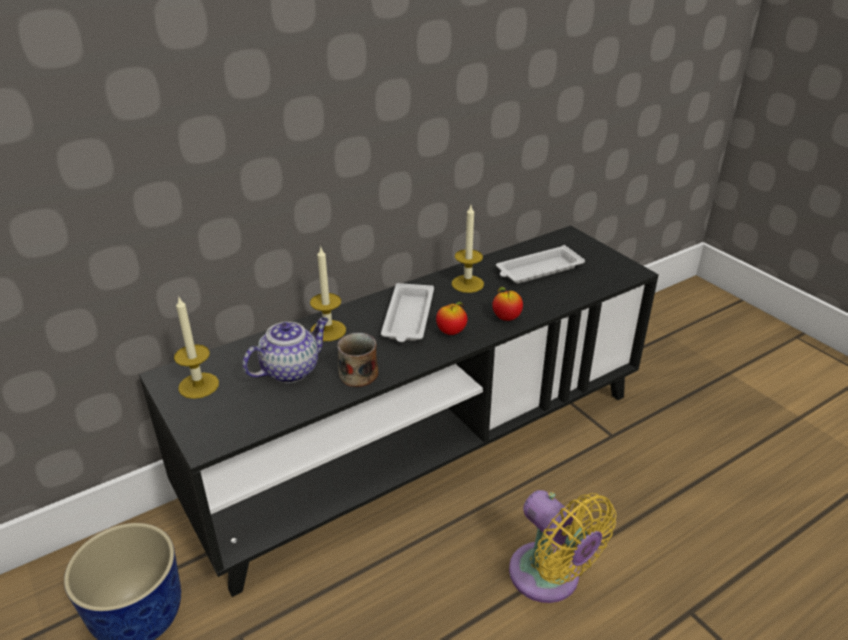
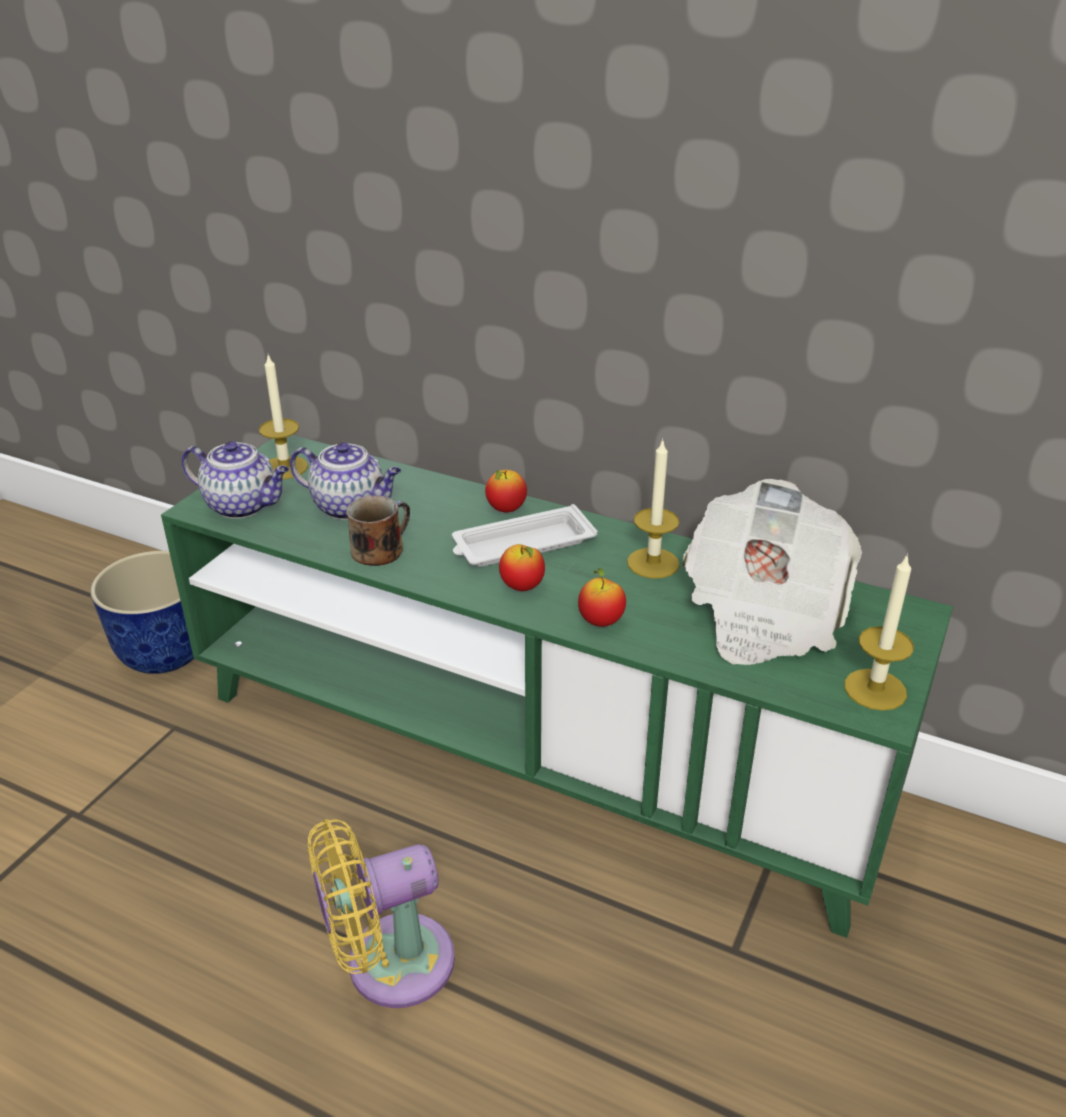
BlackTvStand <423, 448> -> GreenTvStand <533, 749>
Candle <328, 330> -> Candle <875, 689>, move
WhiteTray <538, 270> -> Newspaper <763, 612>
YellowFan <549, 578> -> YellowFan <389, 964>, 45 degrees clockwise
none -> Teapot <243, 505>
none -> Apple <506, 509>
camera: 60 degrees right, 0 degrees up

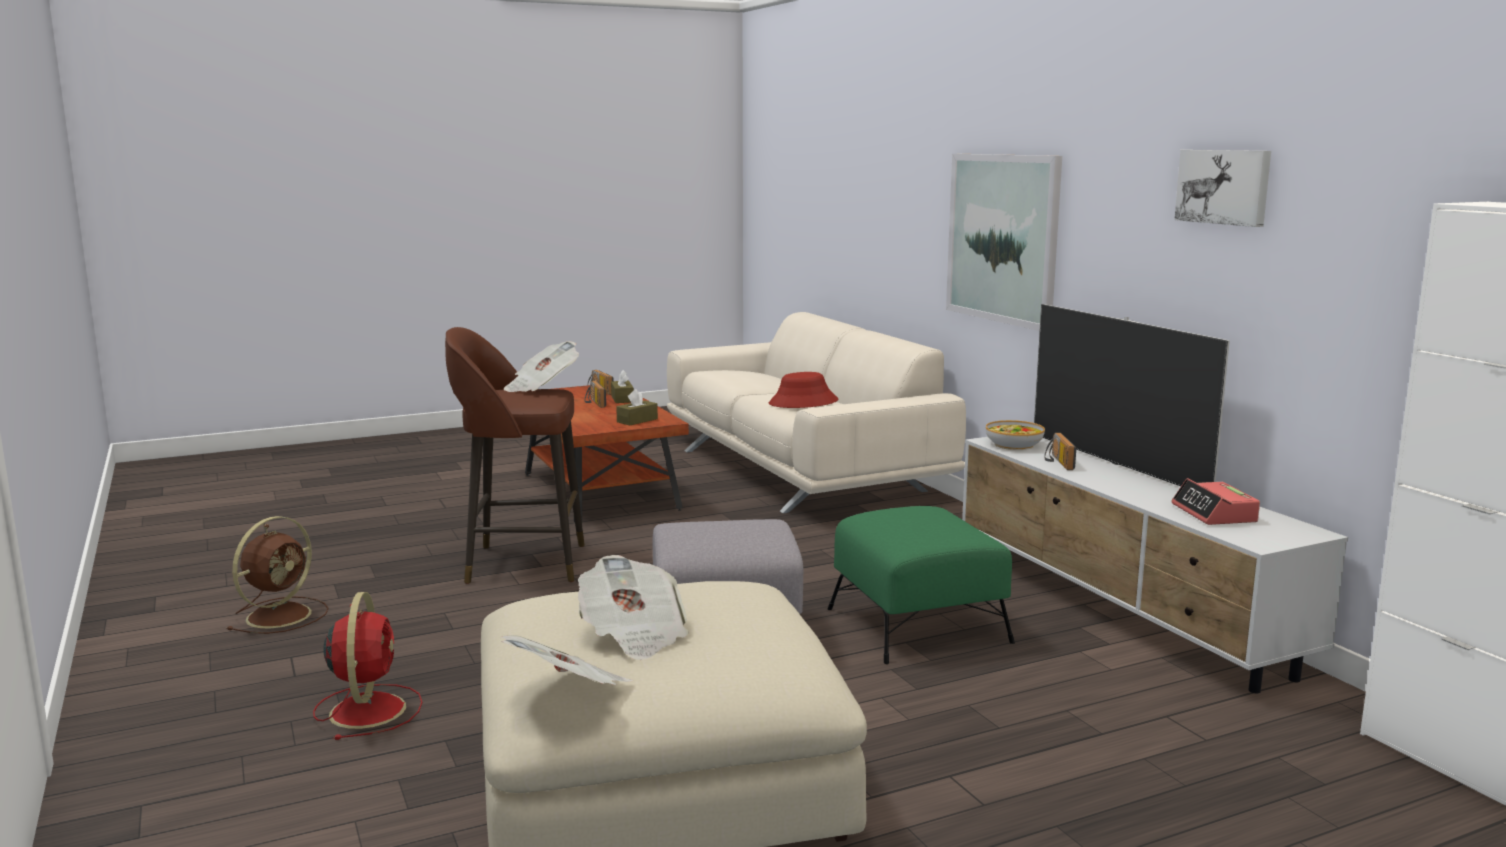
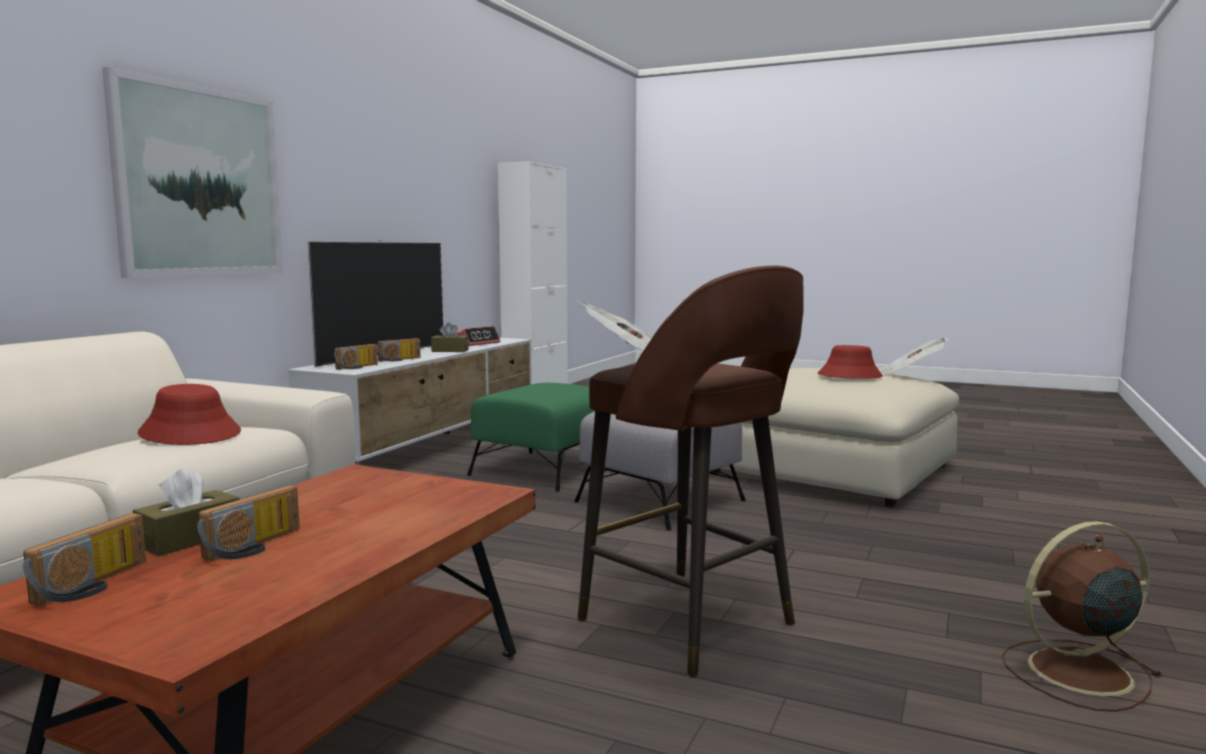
RedFan <368, 709> -> none
Newspaper <633, 635> -> RedHat <849, 376>
BrownTissueBox <637, 420> -> BrownTissueBox <450, 351>, move
Bowl <1014, 445> -> Radio <358, 367>
Picture <1224, 187> -> none
camera: 130 degrees left, 5 degrees down

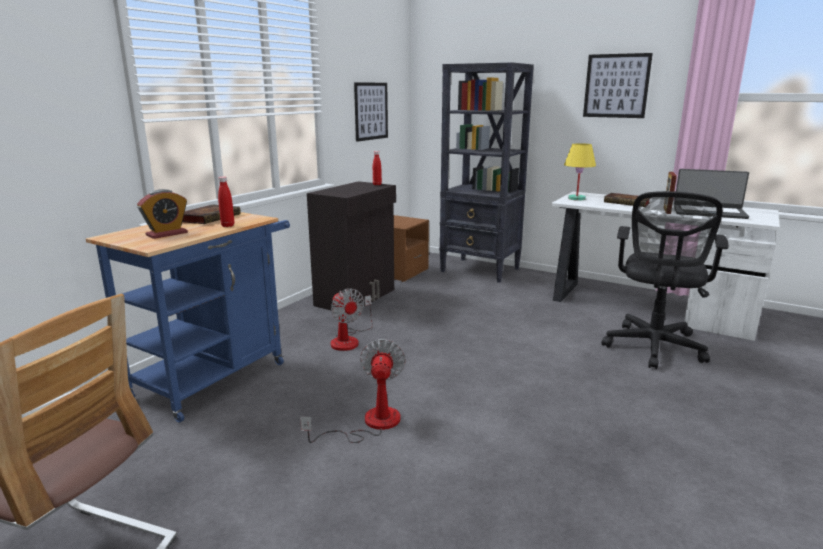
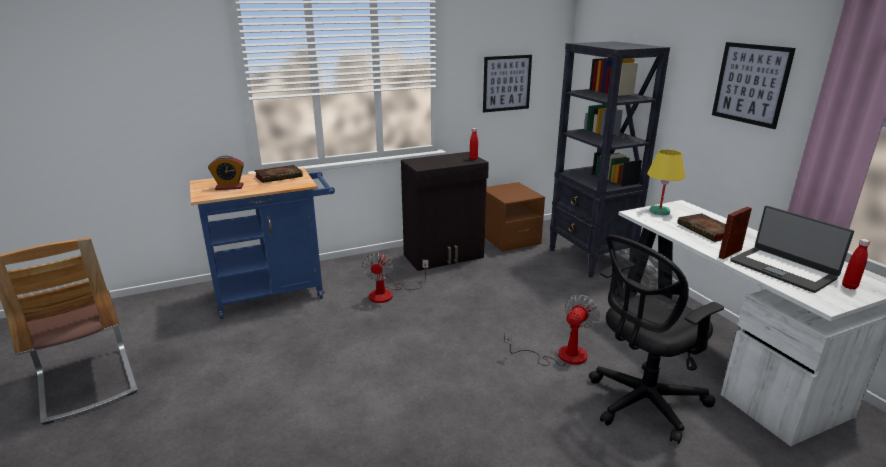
RedBottle <228, 225> -> RedBottle <849, 286>, move
Fan <370, 424> -> Fan <561, 356>, move
camera: 35 degrees right, 5 degrees up

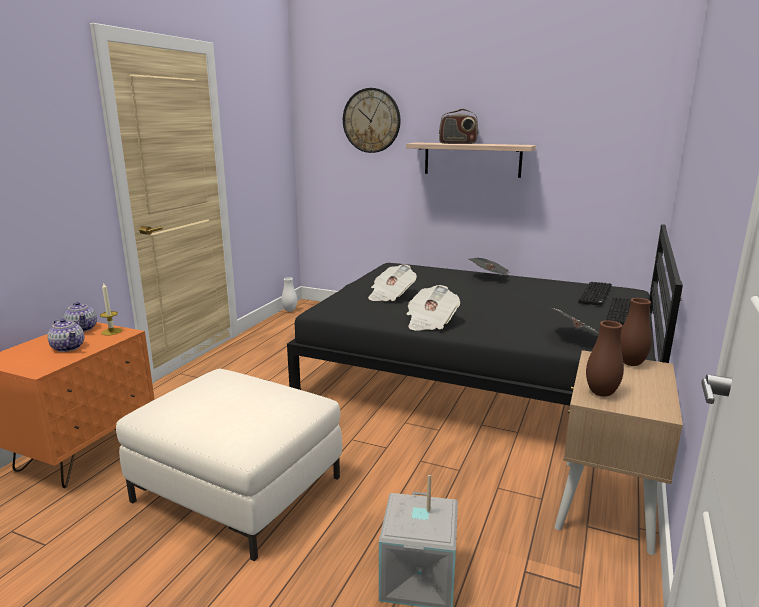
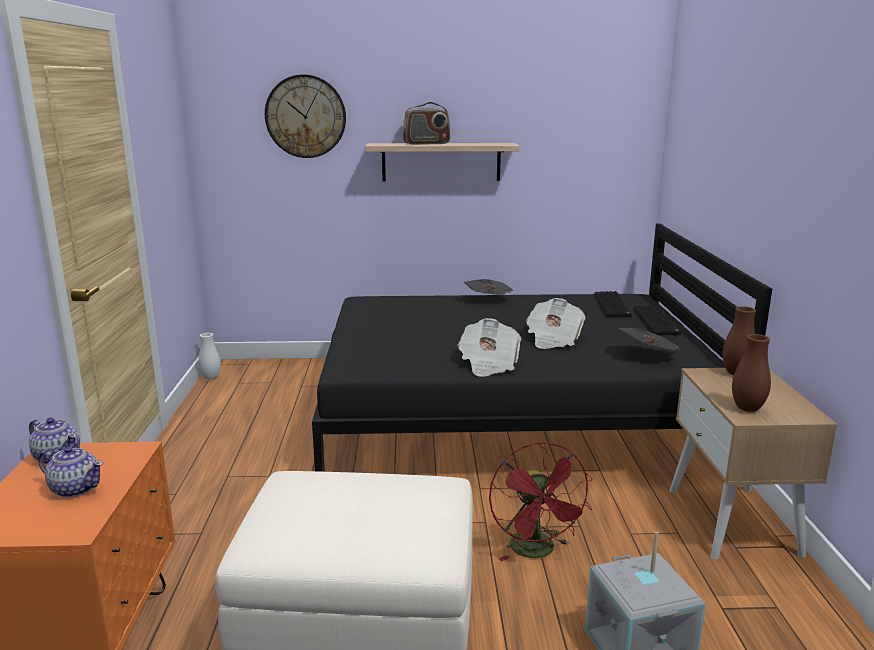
Candle <111, 331> -> none
Newspaper <390, 296> -> Newspaper <553, 339>, move
none -> RedFan <537, 552>
camera: 25 degrees left, 0 degrees up

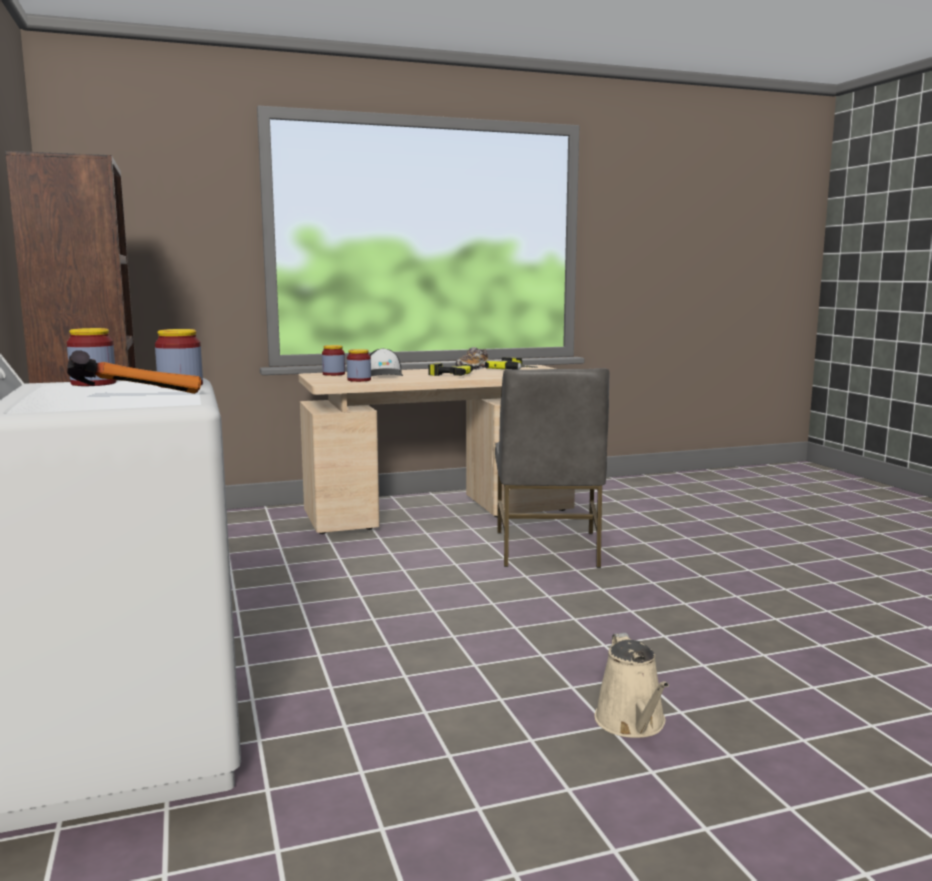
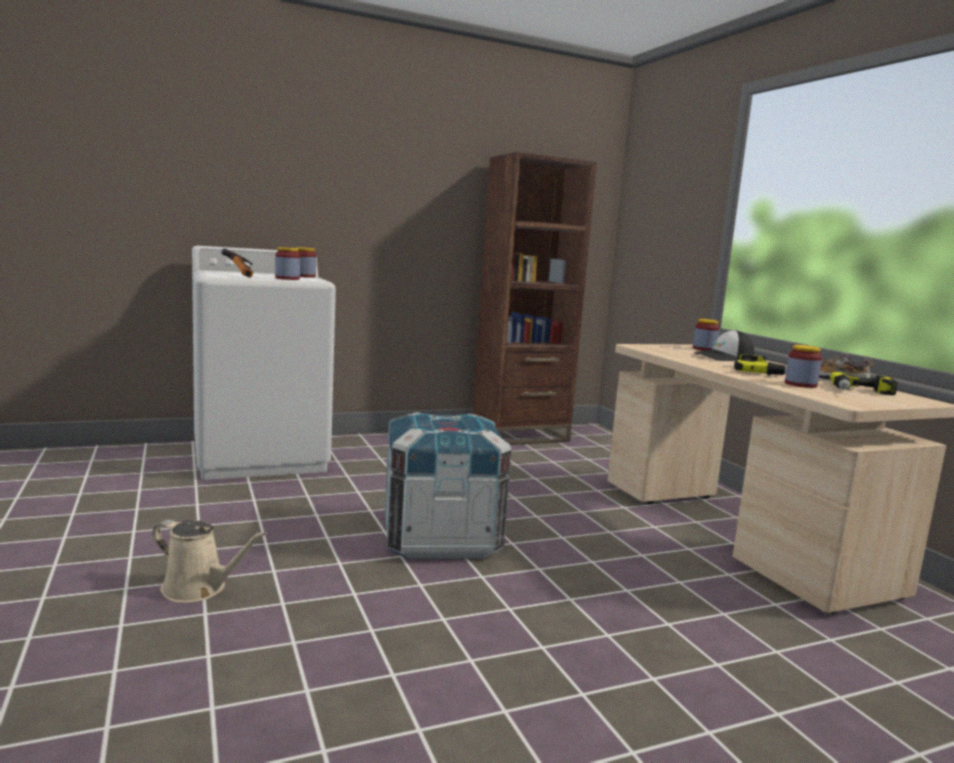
Jar <359, 380> -> Jar <800, 384>, move
GreyChair <547, 549> -> none
BeigeWateringCan <632, 723> -> BeigeWateringCan <199, 589>, 150 degrees counterclockwise
none -> Crate <441, 538>
camera: 85 degrees right, 0 degrees up

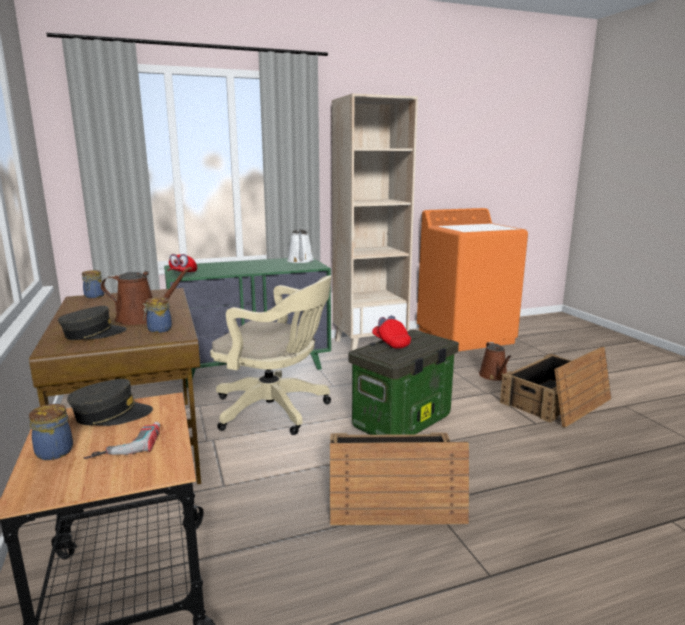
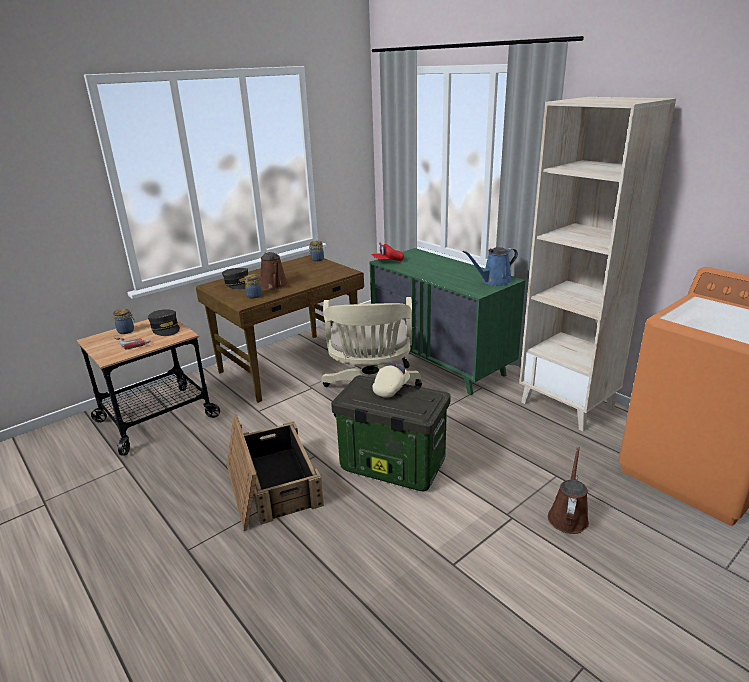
WhiteWateringCan <300, 261> -> BlueWateringCan <494, 281>
RedCap <391, 343> -> BeigeCap <391, 388>
BrownWateringCan <494, 376> -> BrownWateringCan <568, 516>, 135 degrees clockwise
Crate <556, 402> -> none
camera: 70 degrees right, 10 degrees up

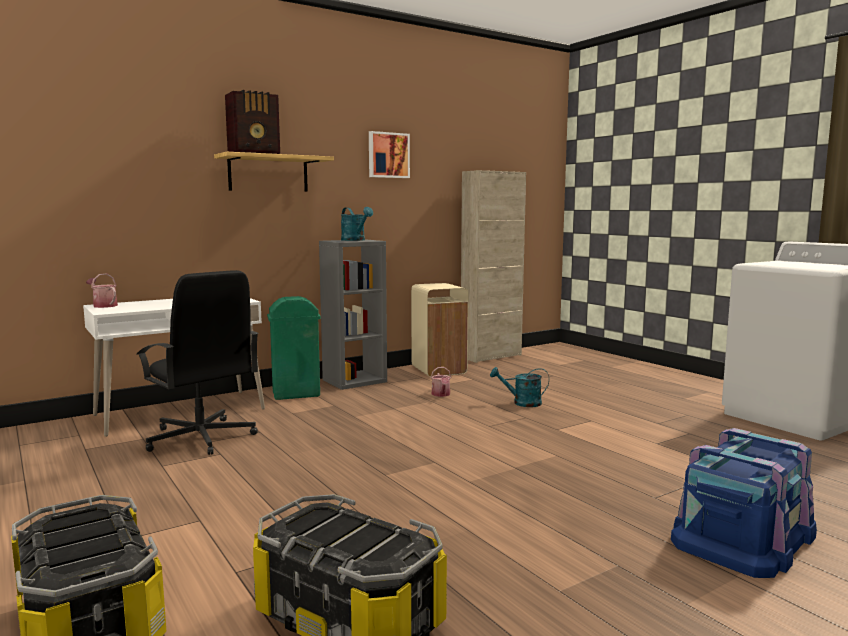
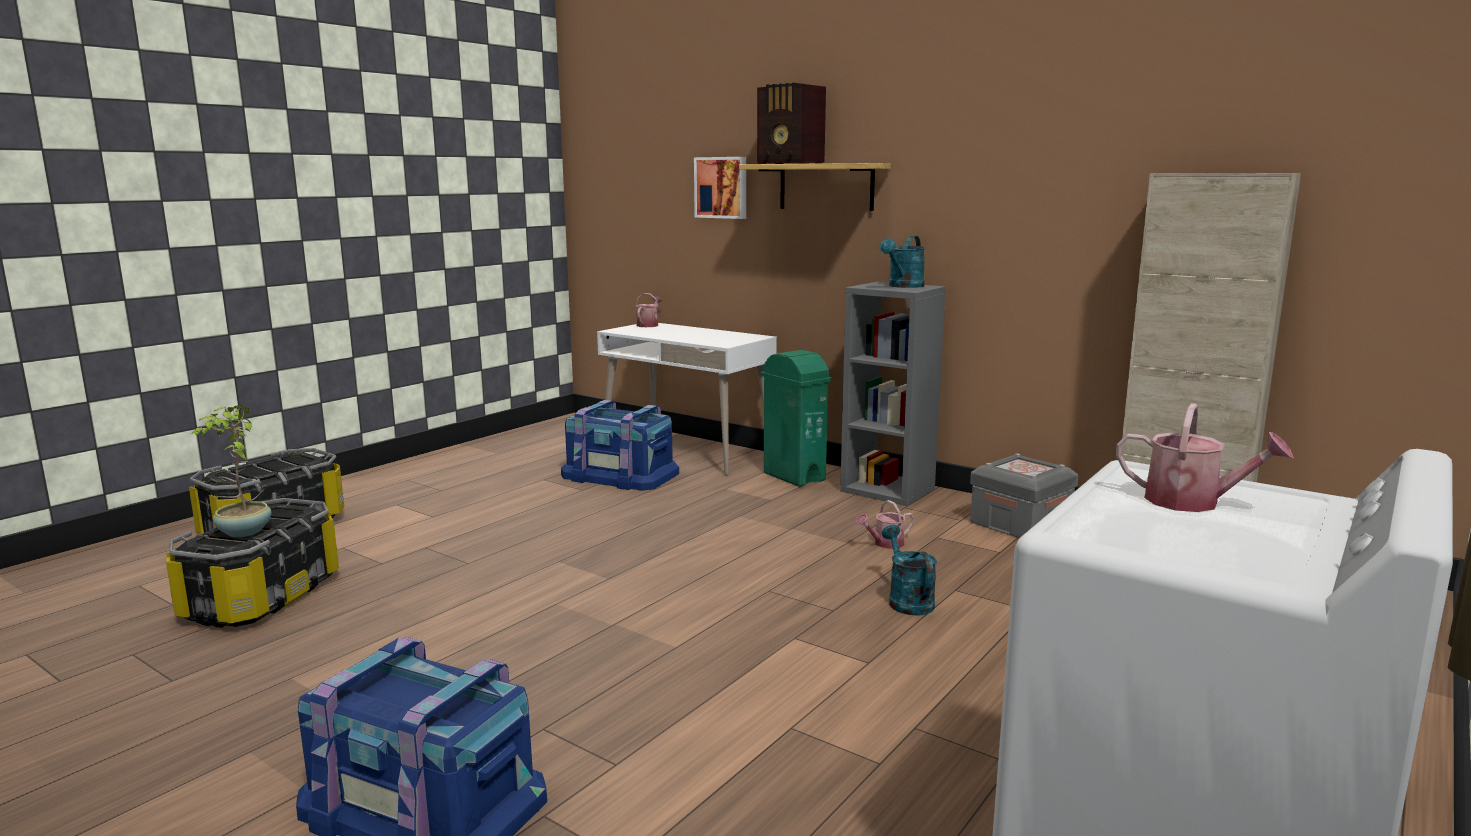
BlackOfficeChair <201, 438> -> BlueStorageBox <619, 474>
Picture <388, 155> -> Picture <722, 187>, move
BeigeTrashCan <439, 370> -> GreyStorageBox <1020, 523>
none -> PottedPlant <243, 532>
none -> WateringCan <1193, 502>
camera: 70 degrees right, 5 degrees up

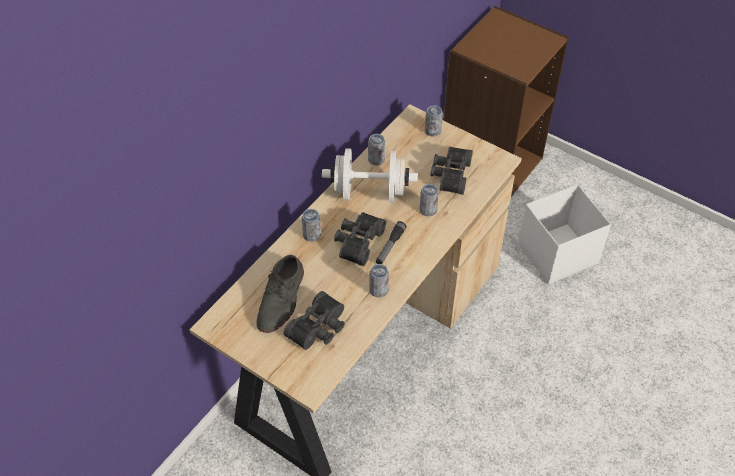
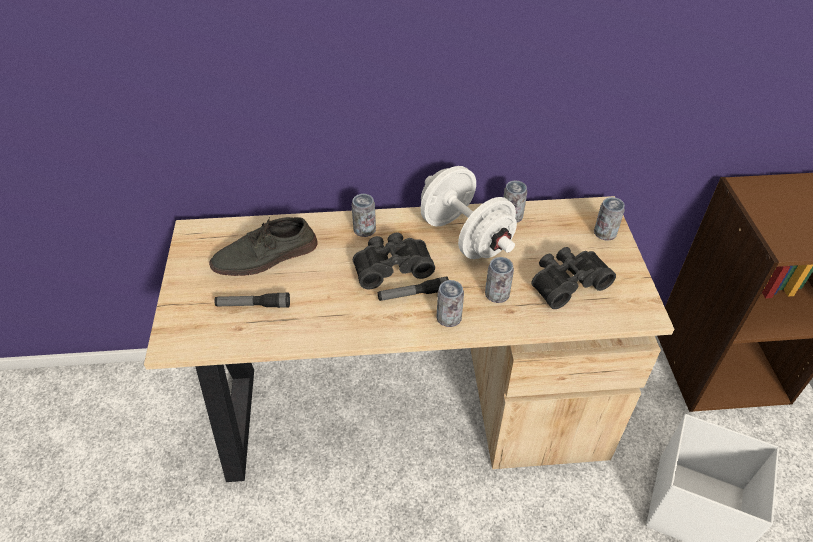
BlackBinoculars <319, 328> -> Flashlight <253, 305>
Can <378, 290> -> Can <449, 318>, move
camera: 50 degrees right, 5 degrees down

